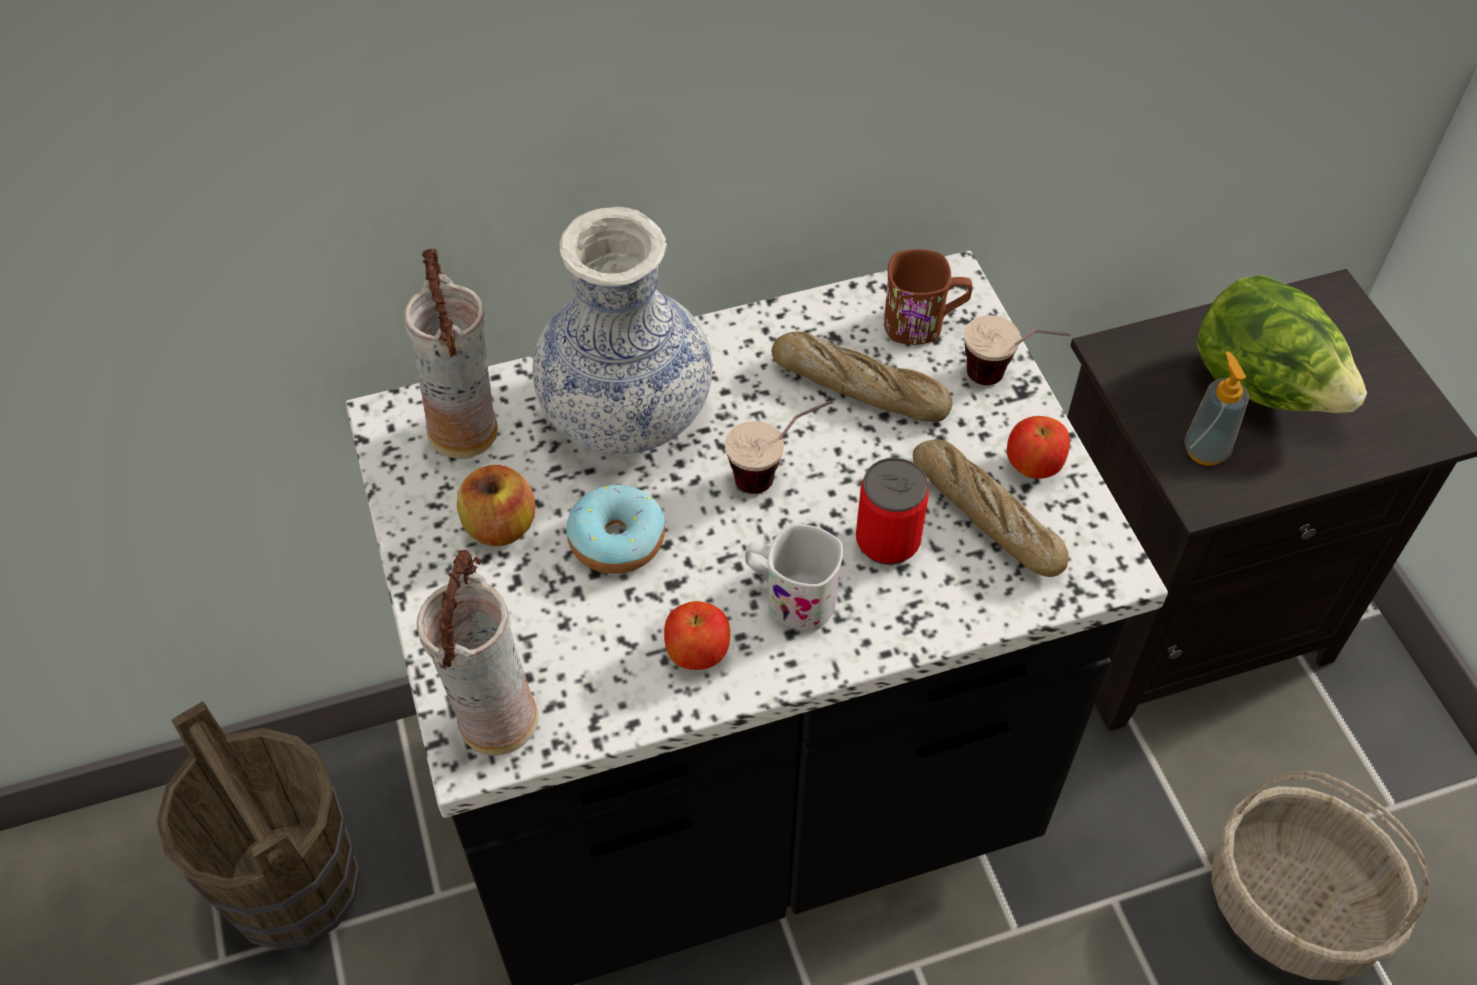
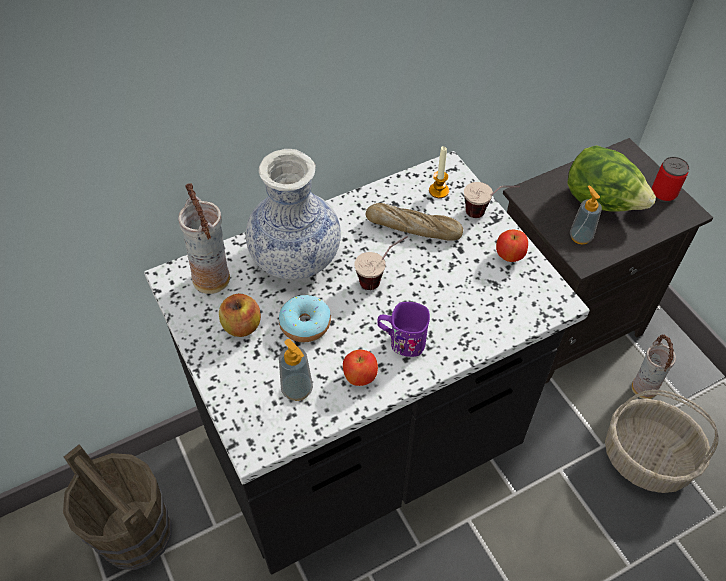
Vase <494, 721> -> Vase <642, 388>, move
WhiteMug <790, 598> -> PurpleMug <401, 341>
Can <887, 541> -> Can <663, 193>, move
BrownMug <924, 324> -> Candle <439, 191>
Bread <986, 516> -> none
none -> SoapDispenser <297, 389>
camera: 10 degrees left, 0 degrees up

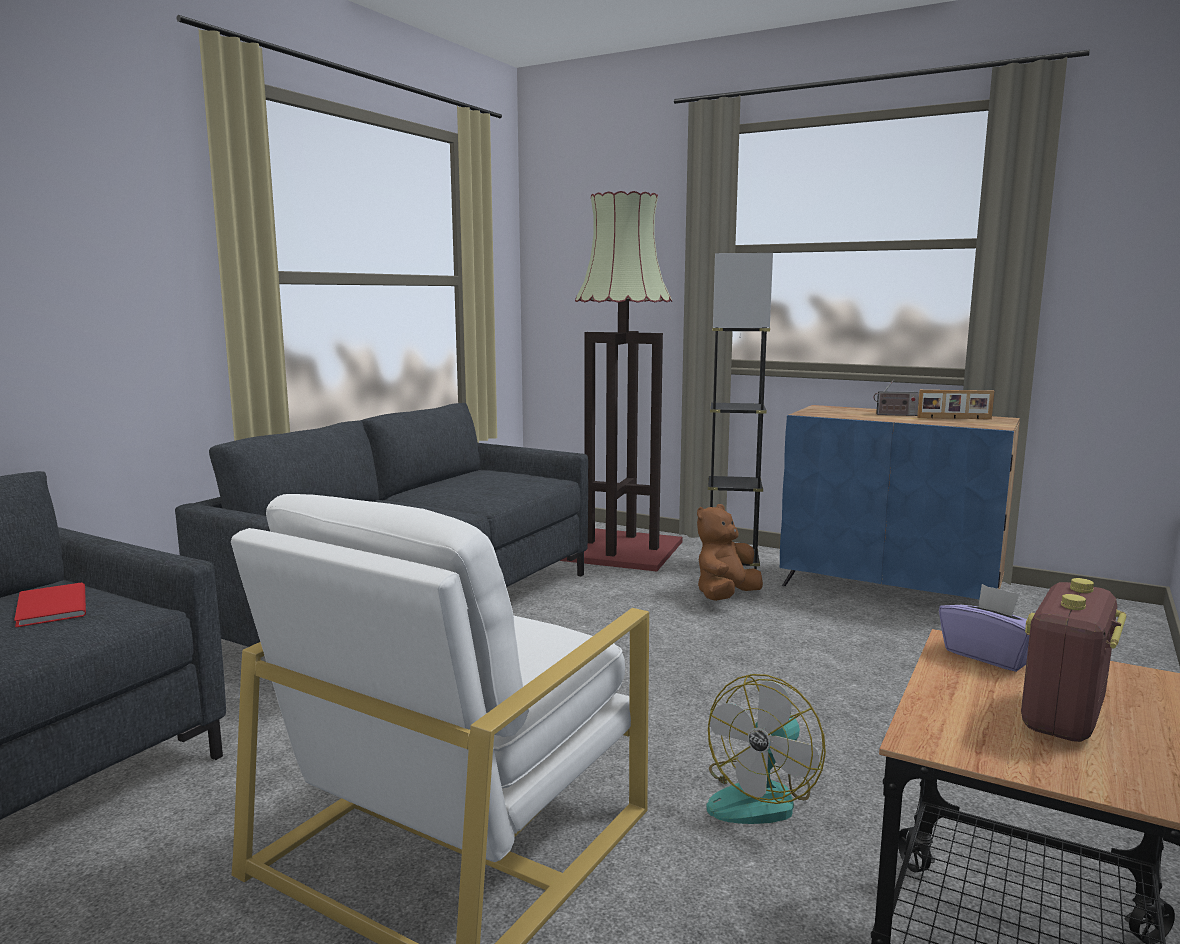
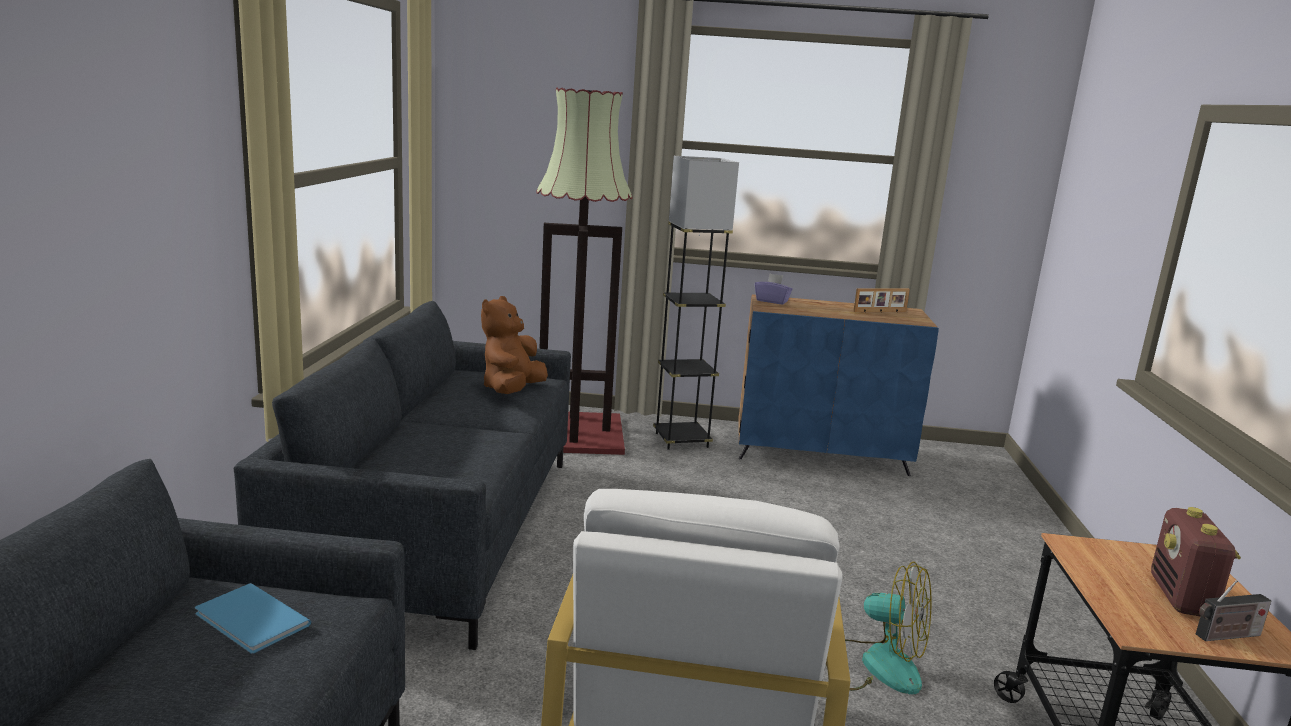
RedBook <49, 608> -> BlueBook <251, 621>
BrownPlushToy <725, 597> -> BrownPlushToy <512, 390>, move
Fan <761, 797> -> Fan <875, 665>, 75 degrees counterclockwise
Radio <894, 415> -> Radio <1225, 636>, move
PurpleTissueBox <989, 655> -> PurpleTissueBox <772, 301>, move
camera: 25 degrees left, 5 degrees up

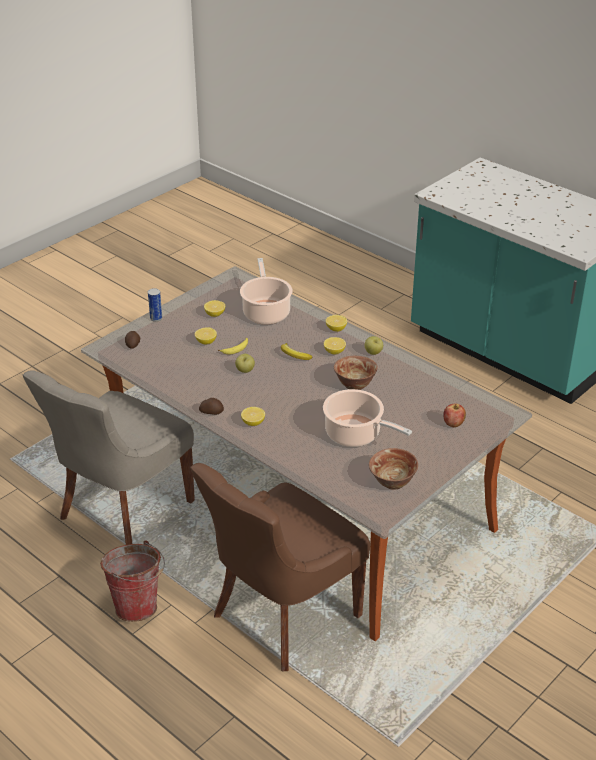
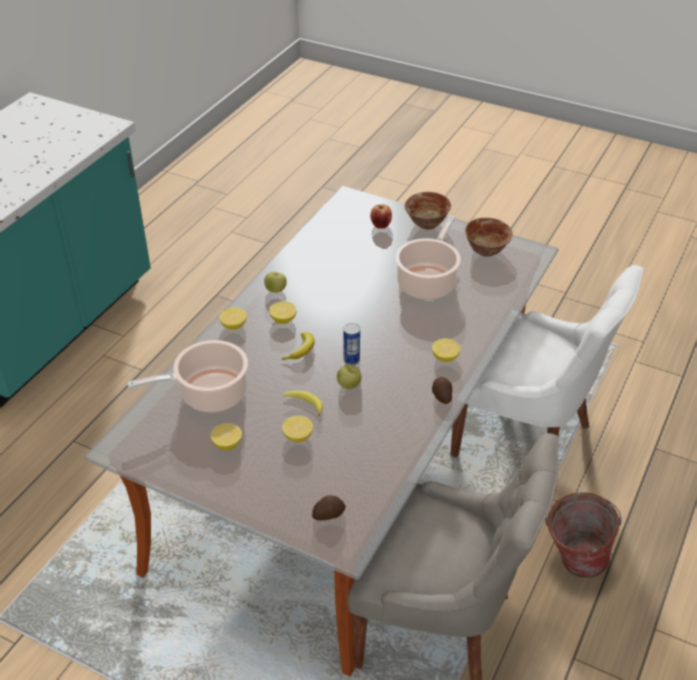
Can <156, 318> -> Can <351, 360>, move
BrownChair <282, 616> -> WhiteChair <525, 440>
Bowl <354, 384> -> Bowl <427, 224>, move
camera: 105 degrees left, 5 degrees up

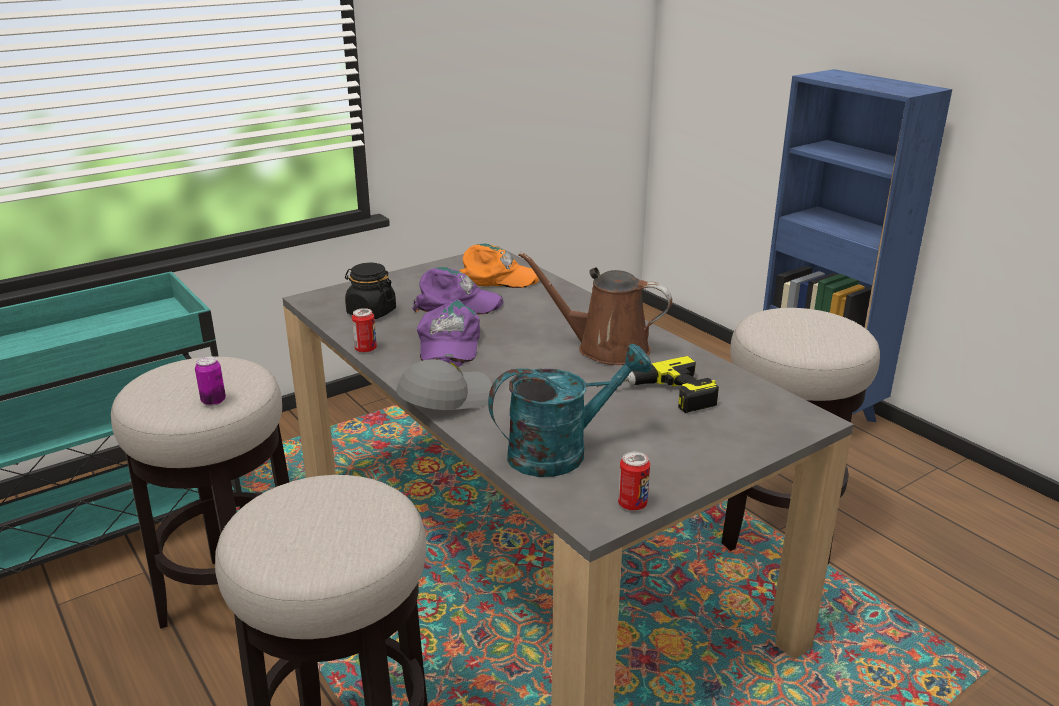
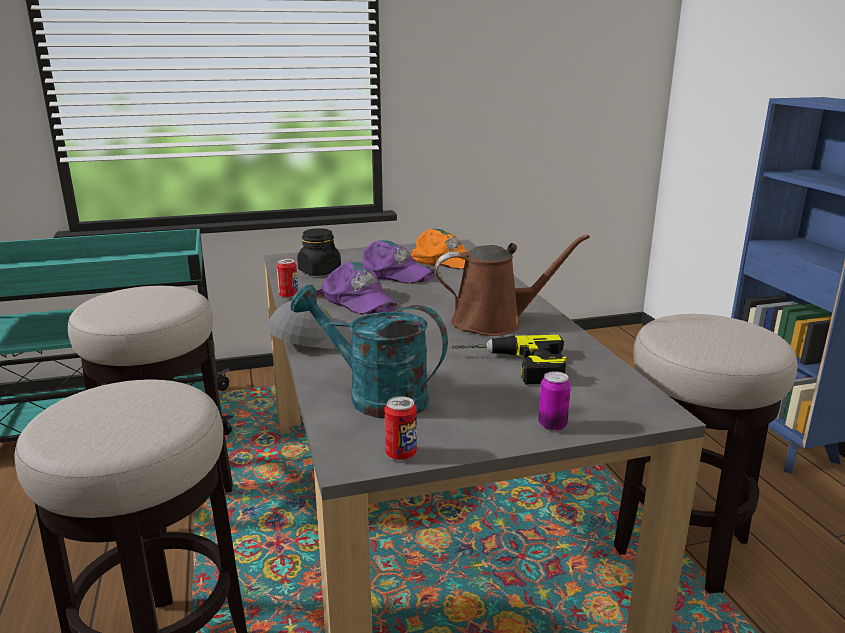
Can <213, 401> -> Can <552, 425>, move
PurpleCap <448, 344> -> PurpleCap <358, 300>, 60 degrees counterclockwise
TurquoiseWateringCan <560, 452> -> TurquoiseWateringCan <375, 396>, 150 degrees counterclockwise
BrownWateringCan <605, 348> -> BrownWateringCan <494, 322>, 135 degrees clockwise
camera: 20 degrees right, 5 degrees down

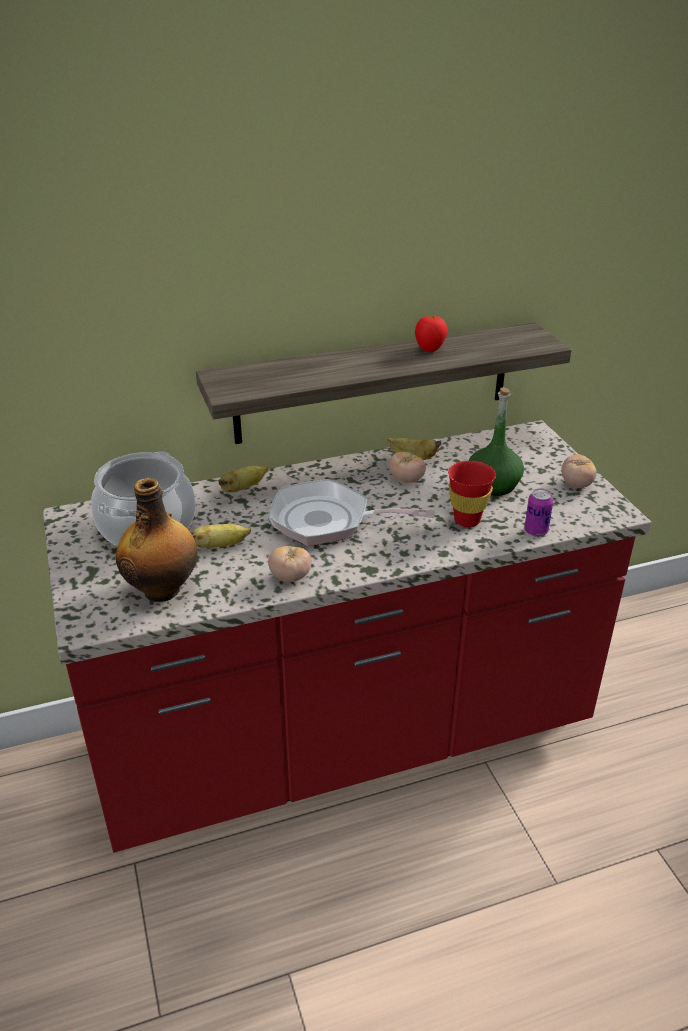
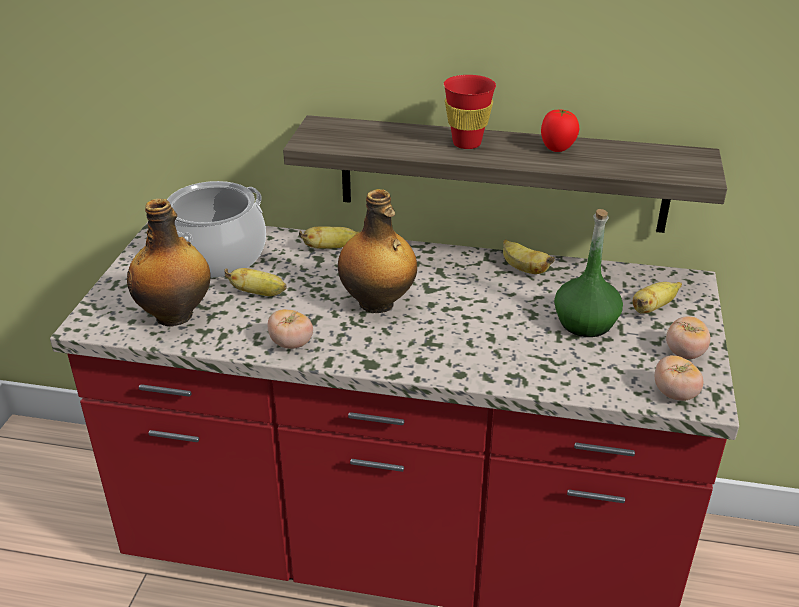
FryingPan <328, 521> -> Bottle <377, 303>
Tomato <406, 480> -> Tomato <674, 394>, move
RedCup <467, 520> -> RedCup <466, 143>, move
Can <536, 531> -> none
none -> Banana <652, 308>
camera: 30 degrees right, 0 degrees up

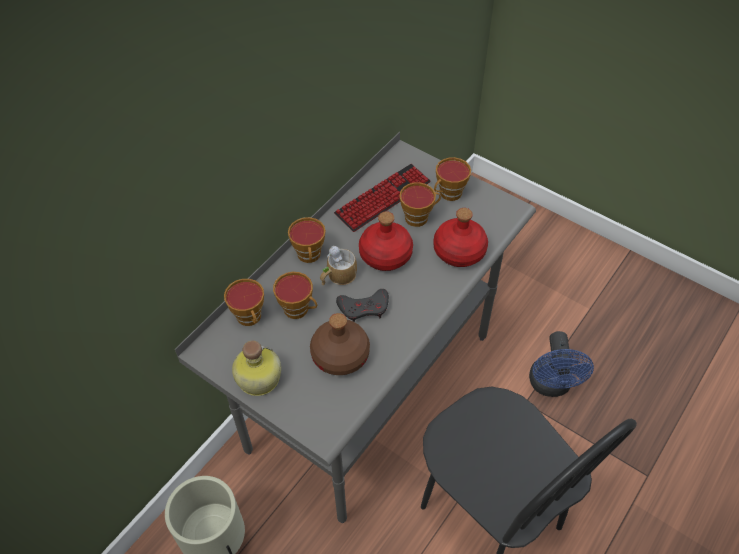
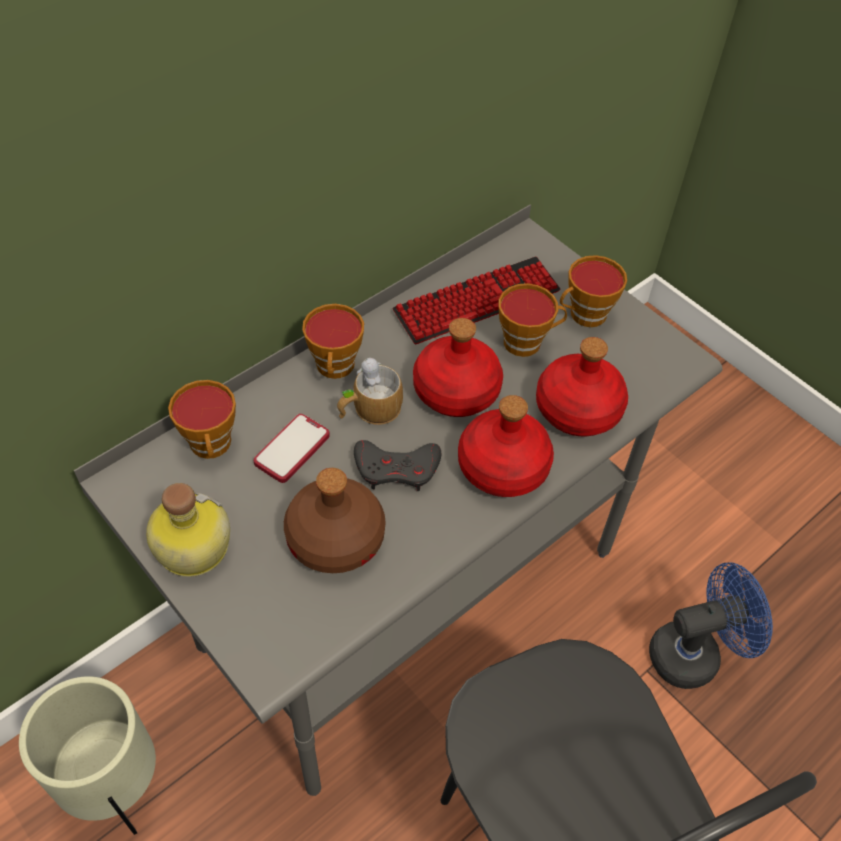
Cup <299, 309> -> Phone <292, 449>
BlueFan <551, 386> -> BlueFan <694, 653>, 120 degrees counterclockwise
none -> RedBottle <503, 467>
camera: 10 degrees right, 0 degrees up

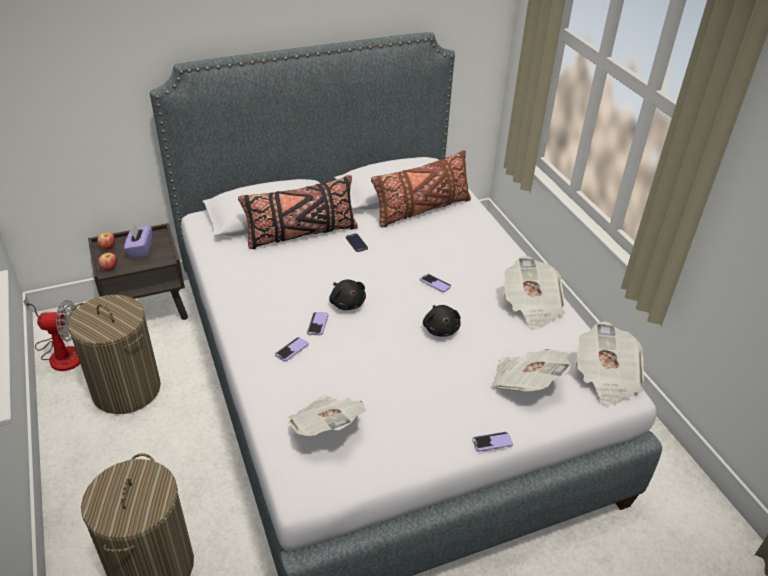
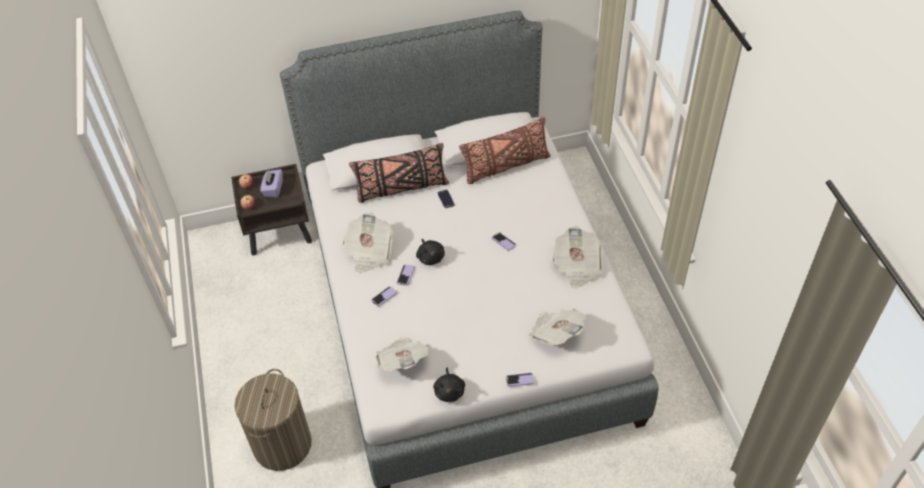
Fan <61, 352> -> none
LaundryBasket <126, 389> -> none
BlackPlushToy <441, 328> -> BlackPlushToy <449, 391>, move
Newspaper <606, 378> -> Newspaper <369, 252>, move
camera: 10 degrees right, 10 degrees up

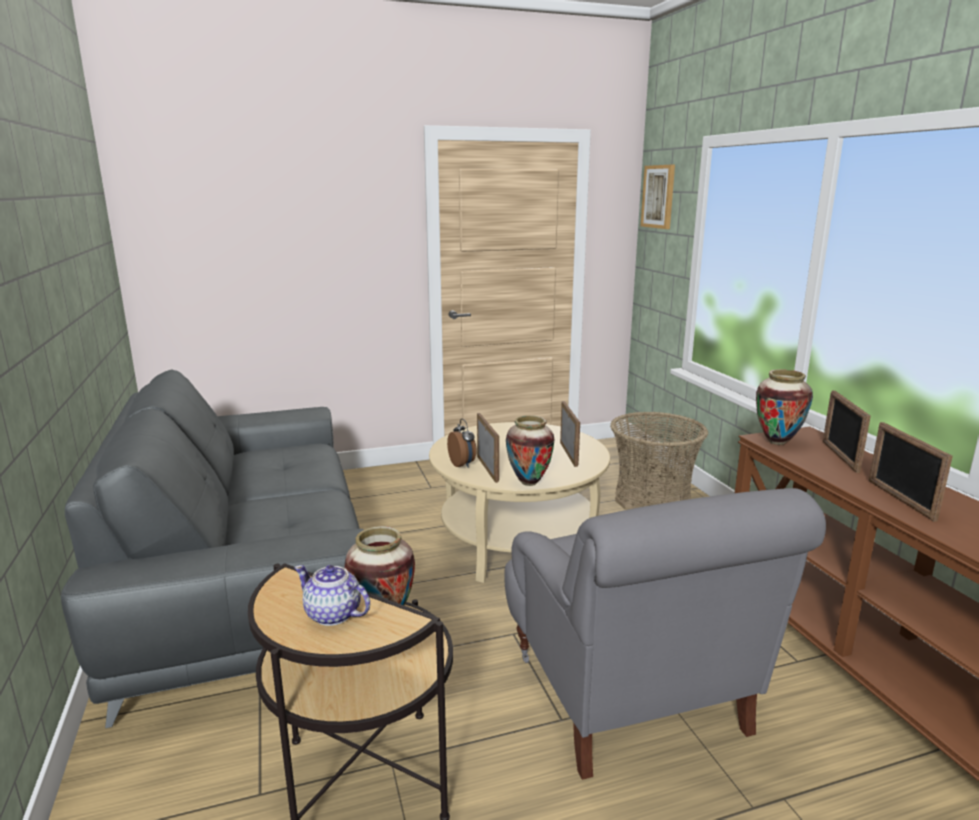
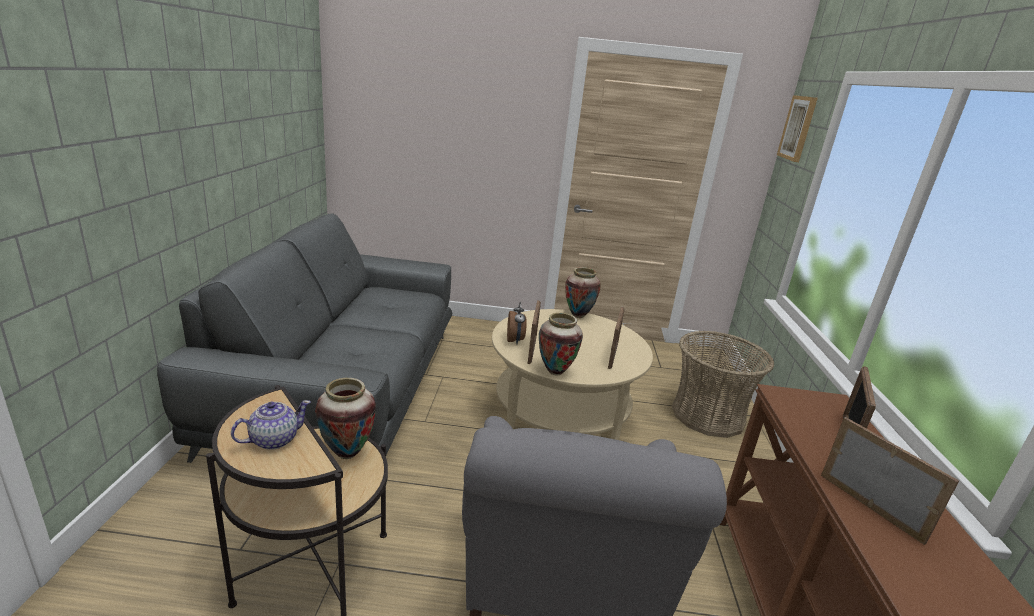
Teapot <333, 615> -> Teapot <273, 440>, 90 degrees clockwise
Vase <777, 442> -> Vase <578, 316>, move
PictureFrame <900, 499> -> PictureFrame <870, 506>, 135 degrees clockwise
camera: 20 degrees right, 5 degrees up

